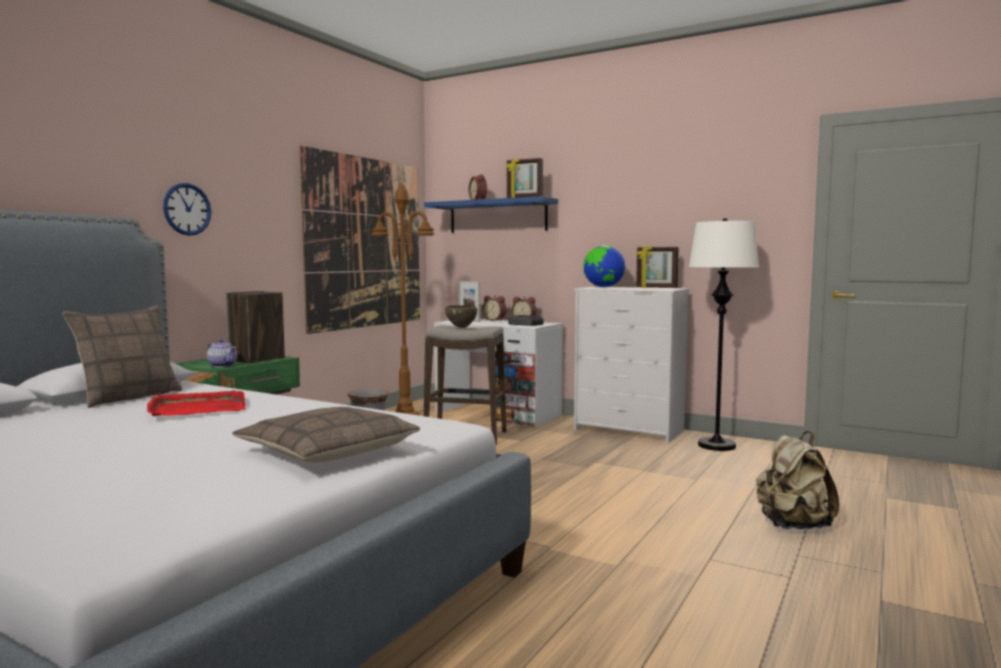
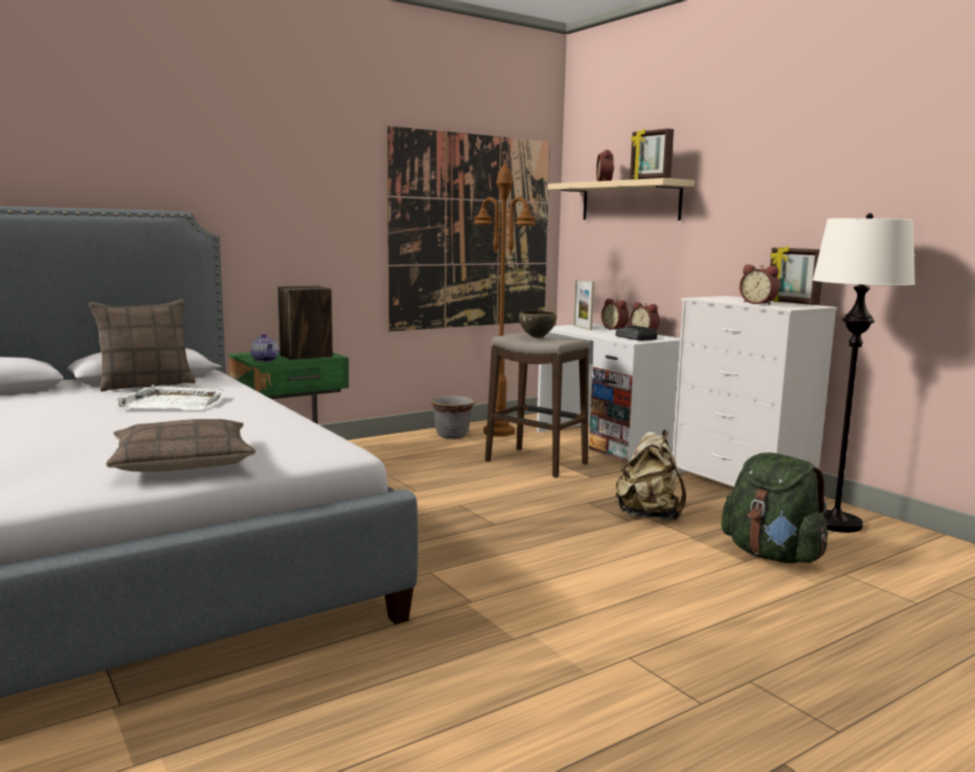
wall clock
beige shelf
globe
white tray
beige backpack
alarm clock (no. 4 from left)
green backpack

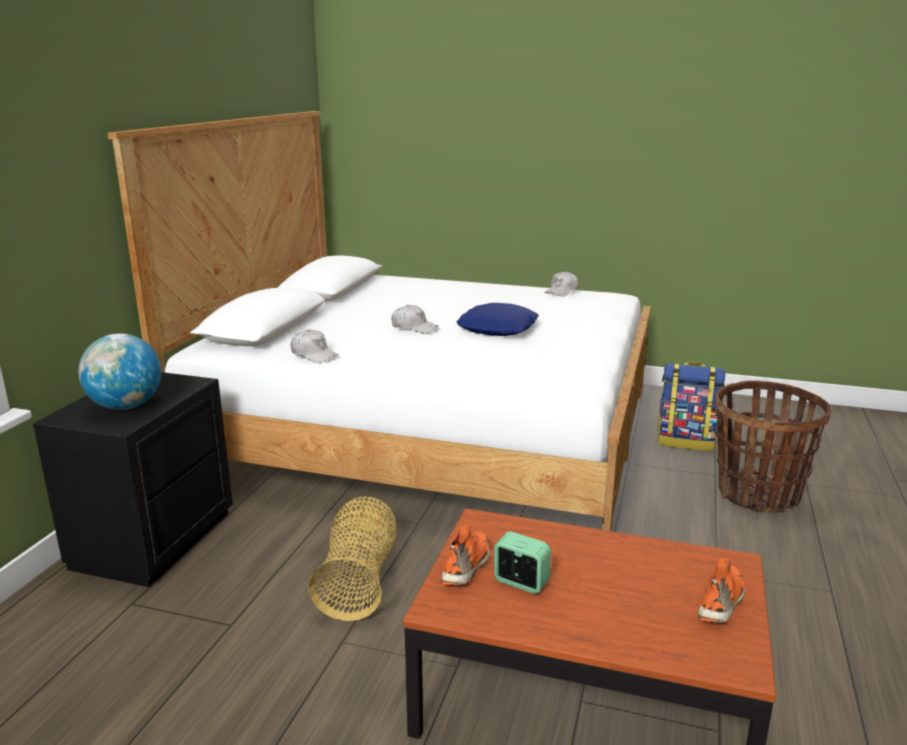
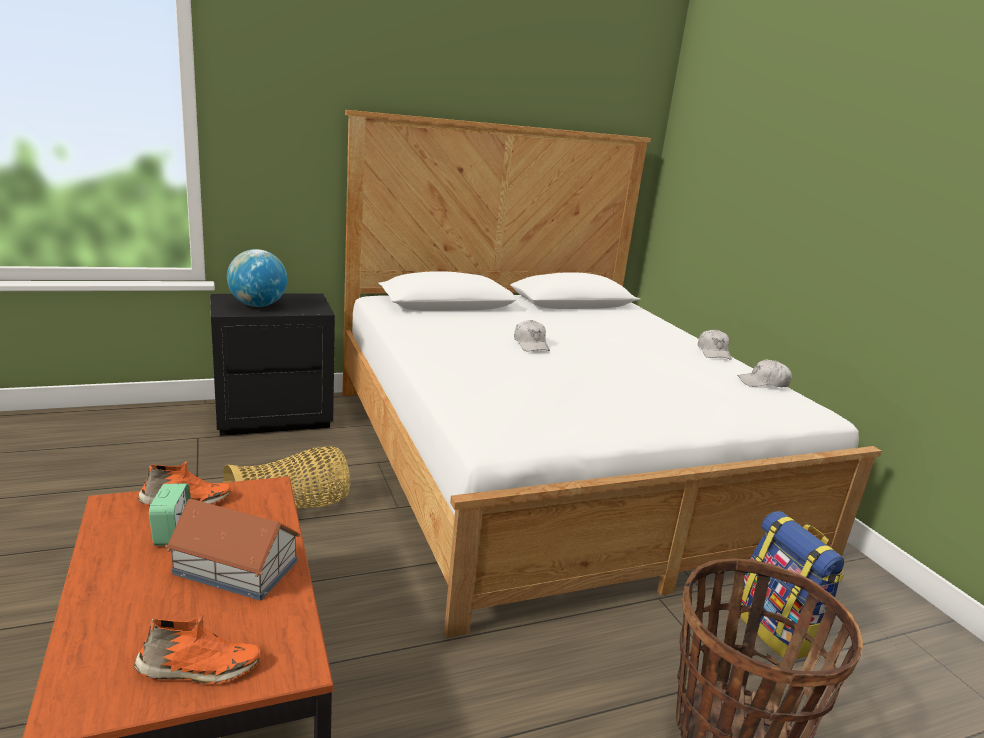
blue pillow
white cap (no. 2 from left)
toy house

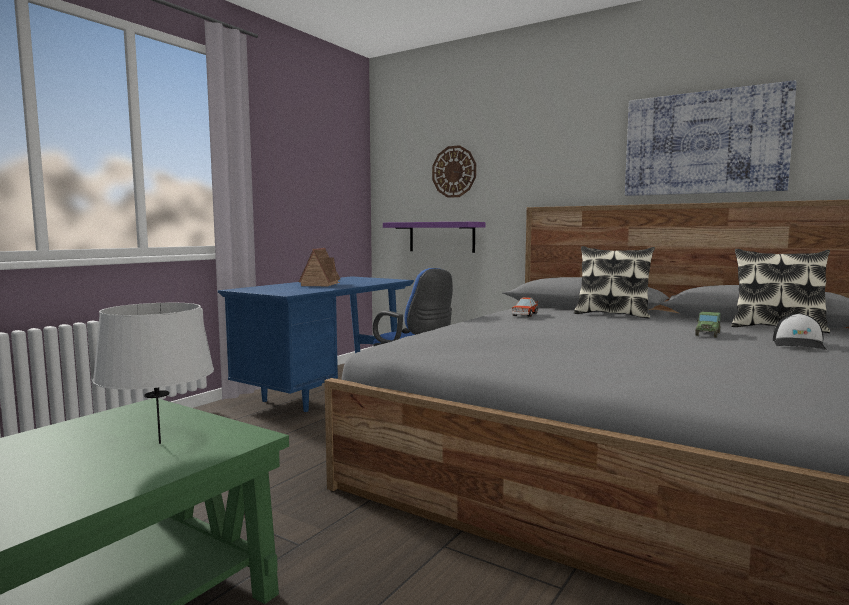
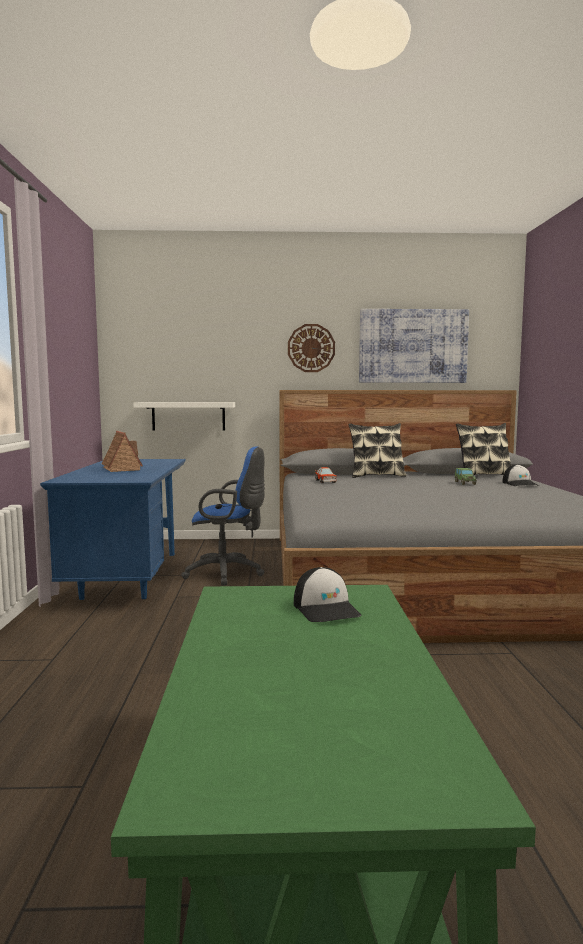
wall clock
white shelf
cap (no. 1 from left)

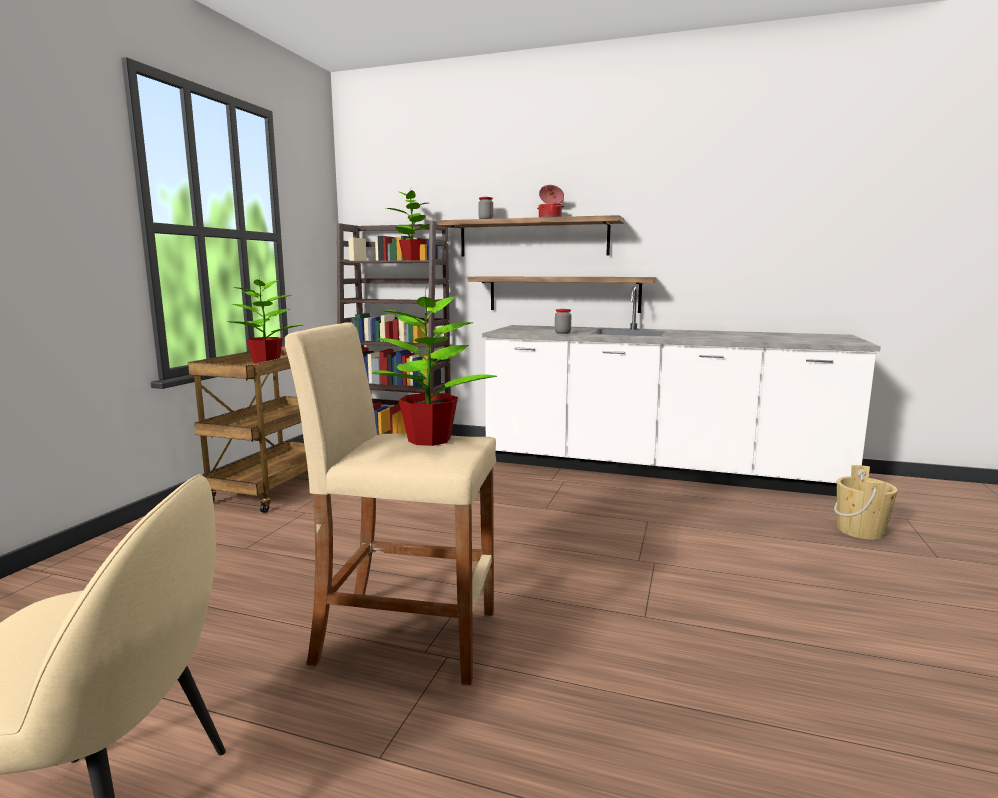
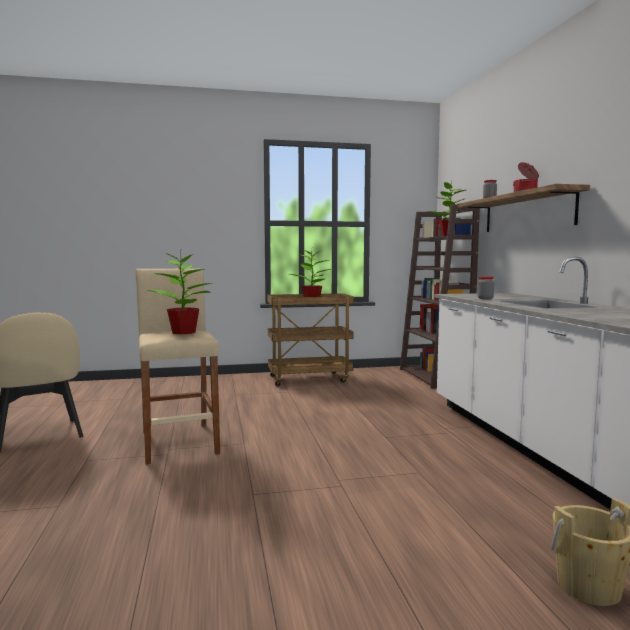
shelf (no. 2 from left in the first image)

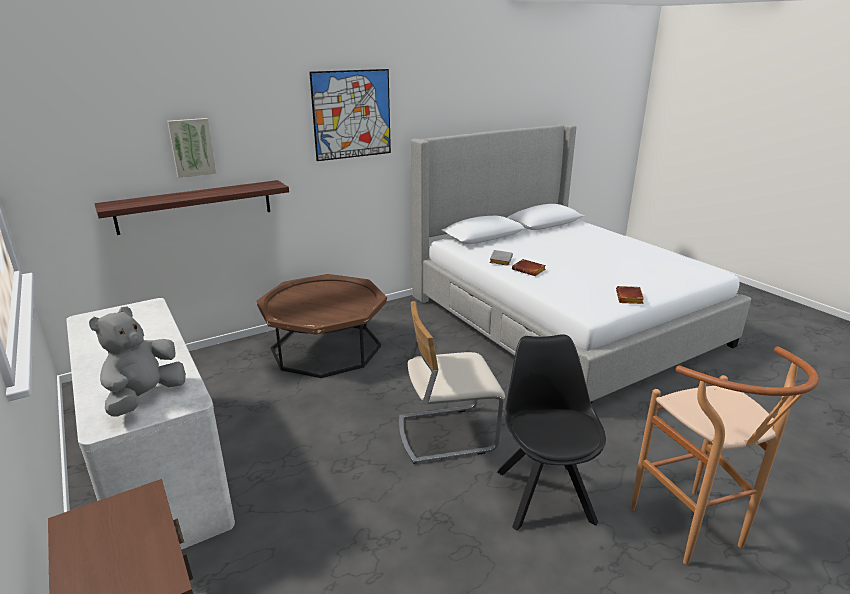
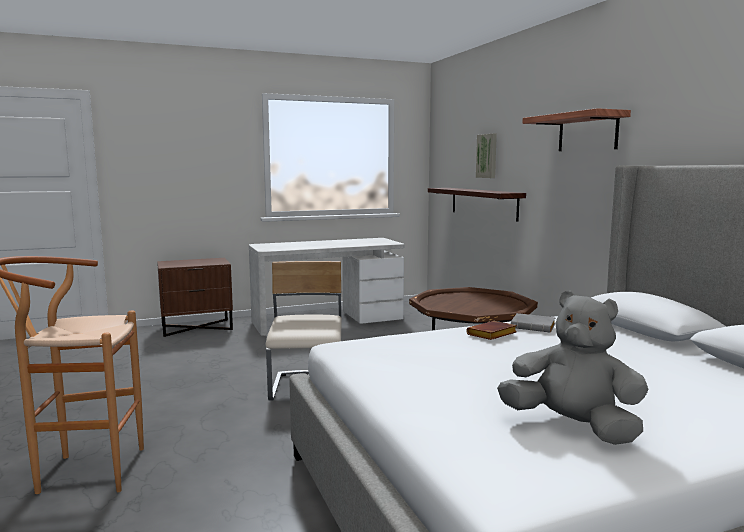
shelf (no. 2 from left)
brown book (no. 2 from left in the first image)
grey plush toy
black chair

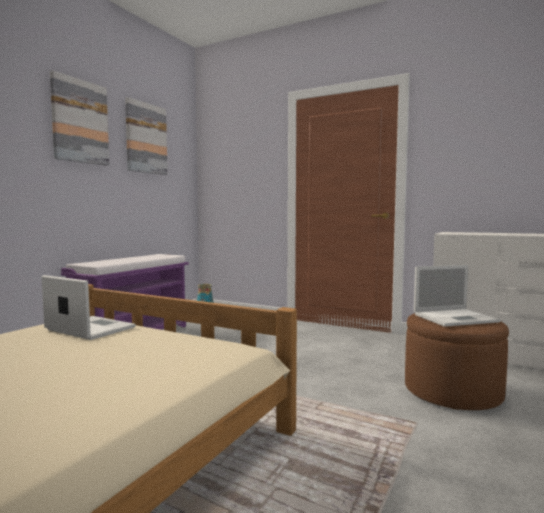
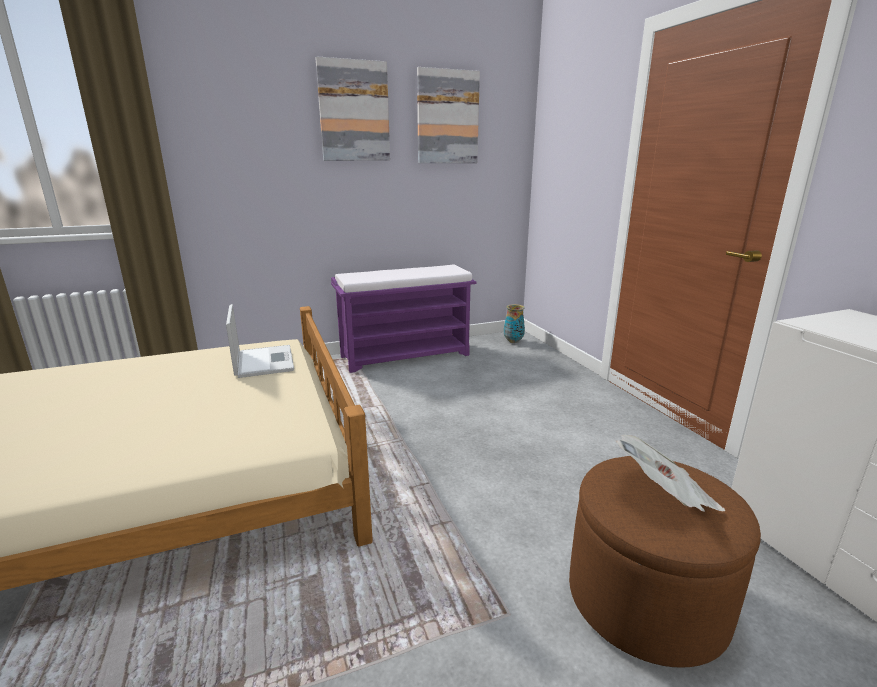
newspaper

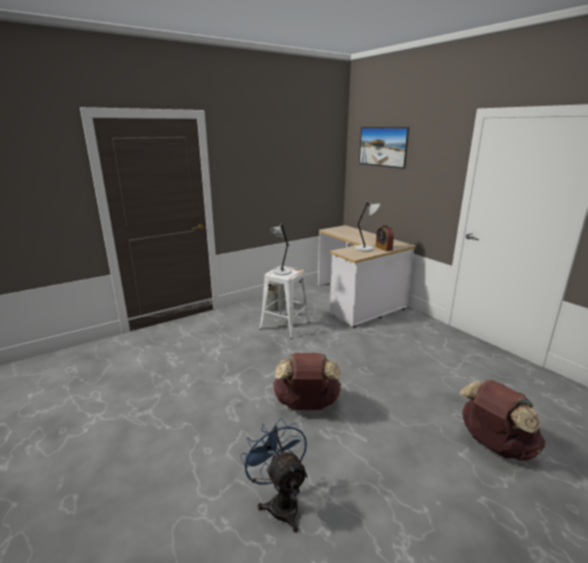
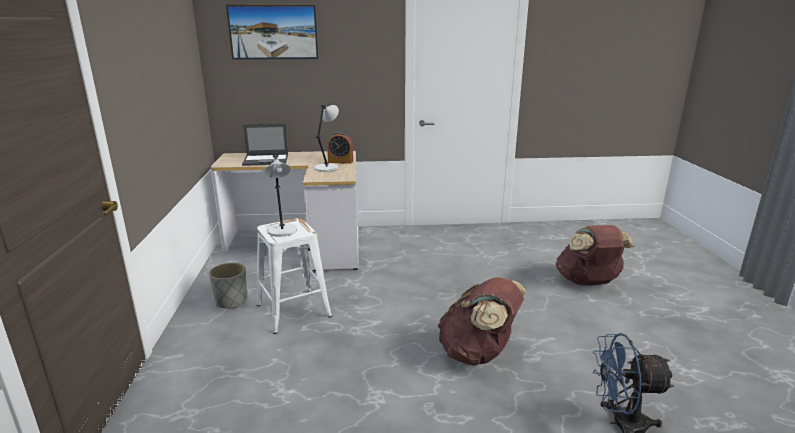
laptop

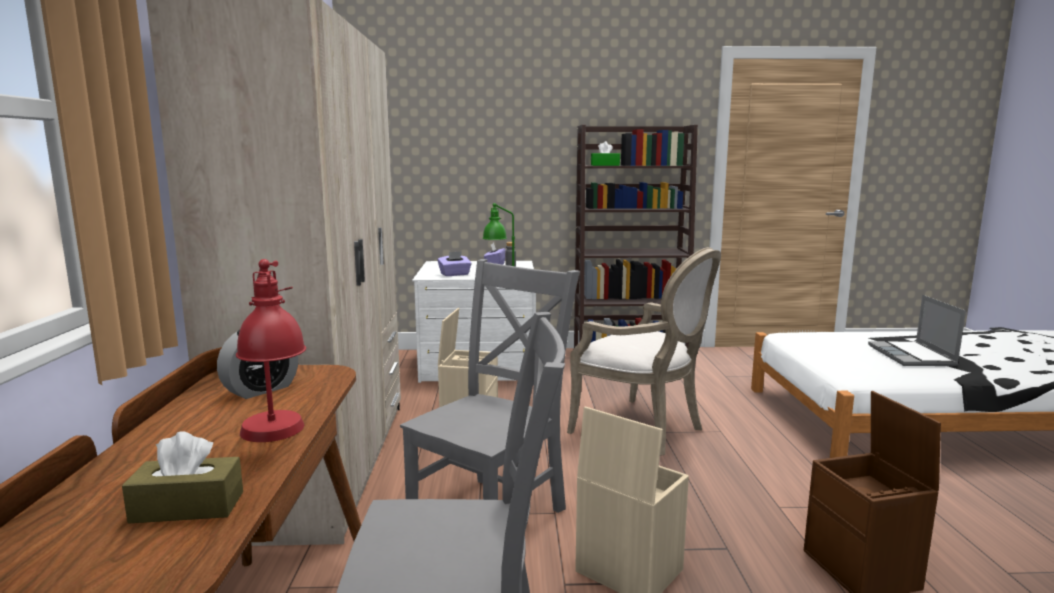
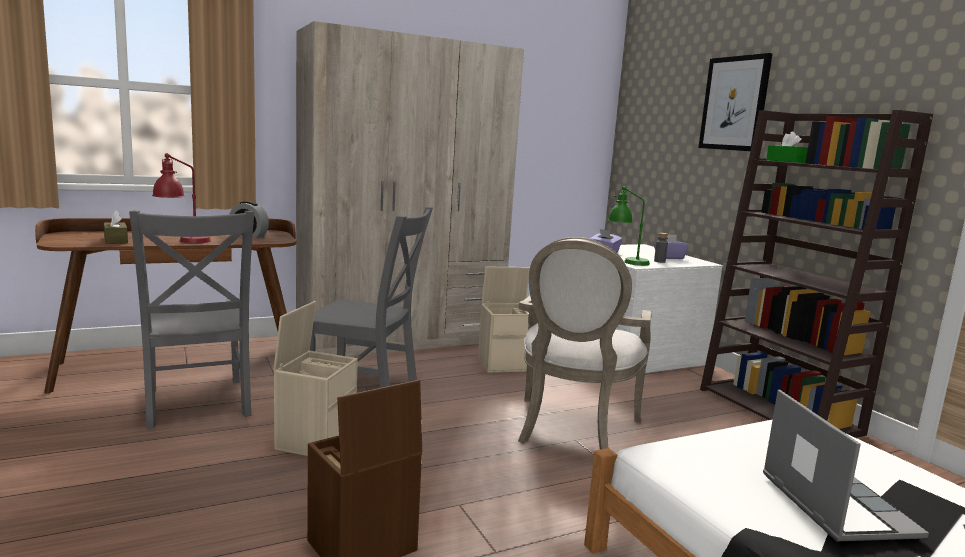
laptop
picture

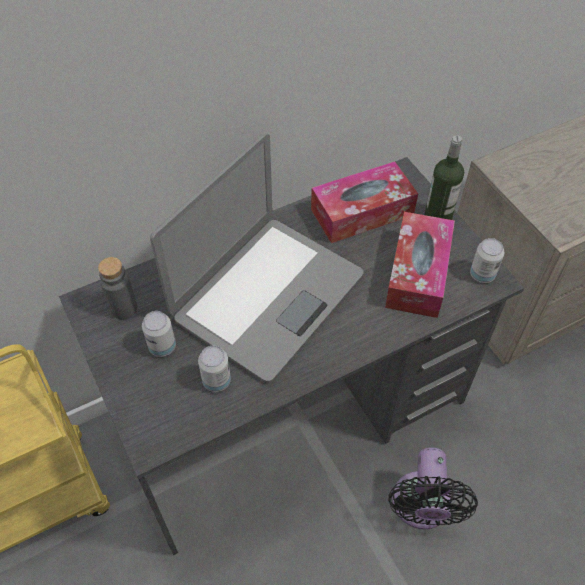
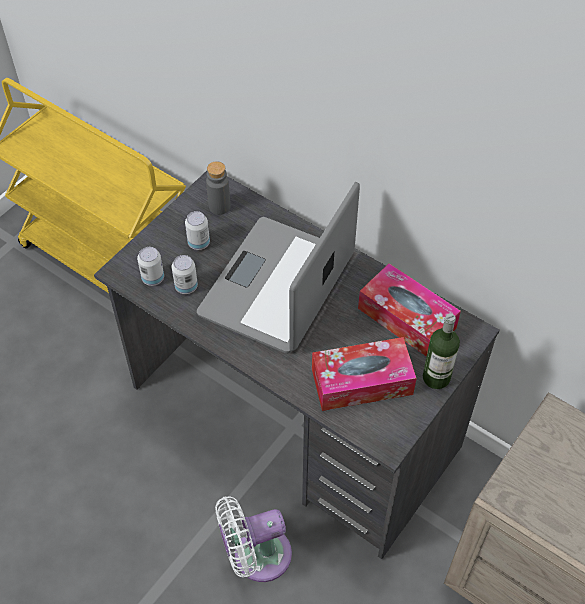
laptop
can (no. 1 from left)
white fan

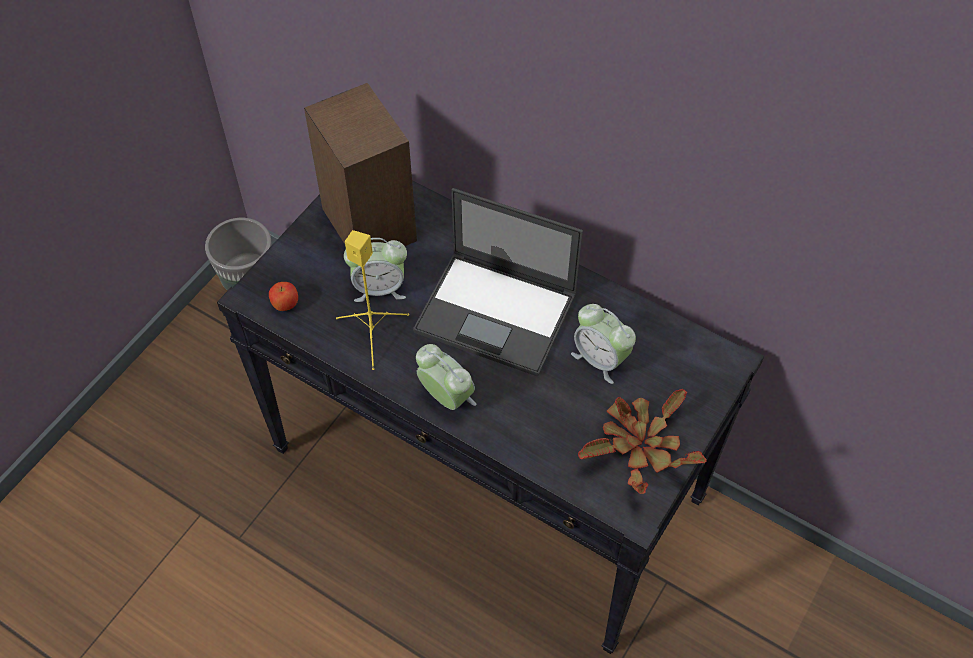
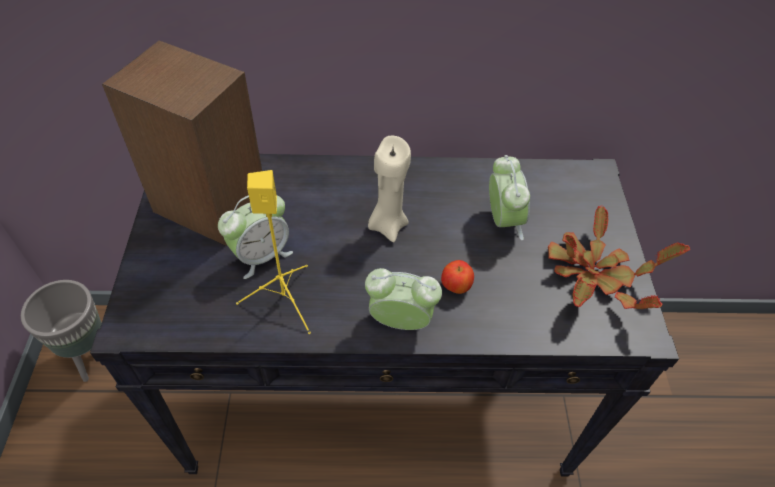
beige candle
apple
alarm clock (no. 3 from left)

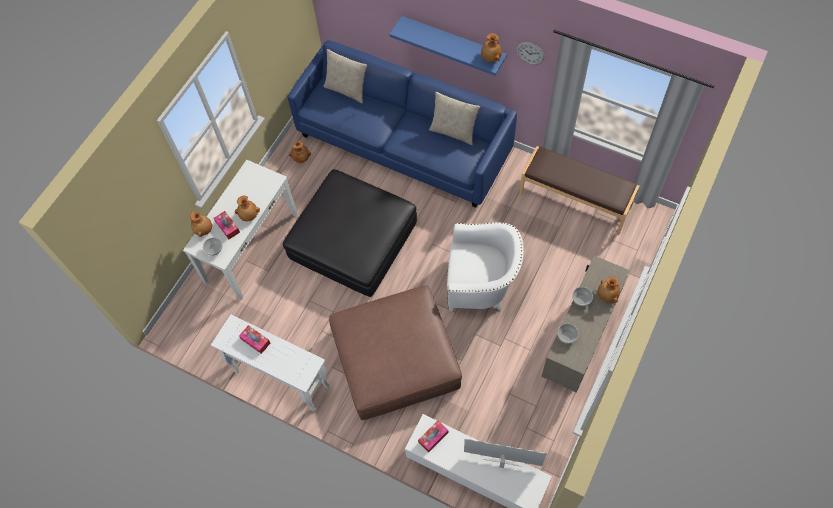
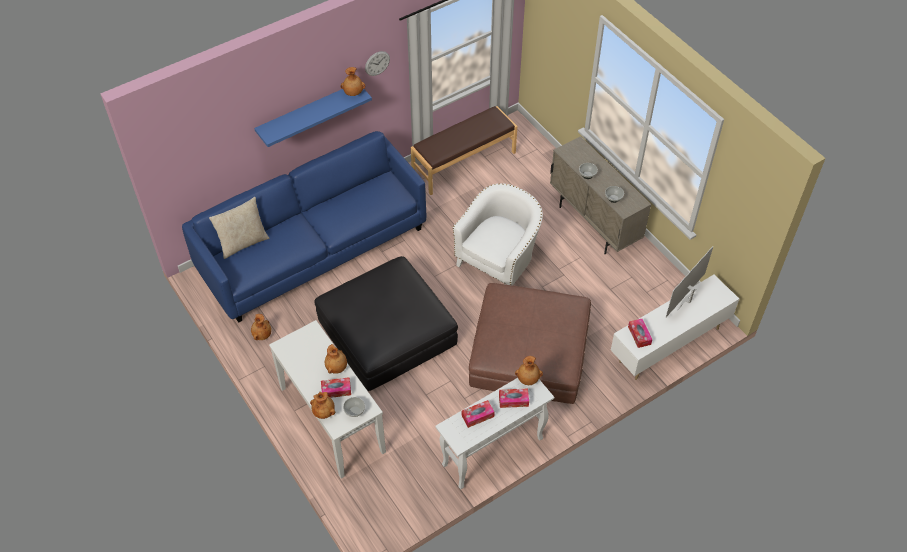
beige pillow (no. 2 from left in the first image)
brown vase (no. 5 from left)
tissue box (no. 3 from left)

